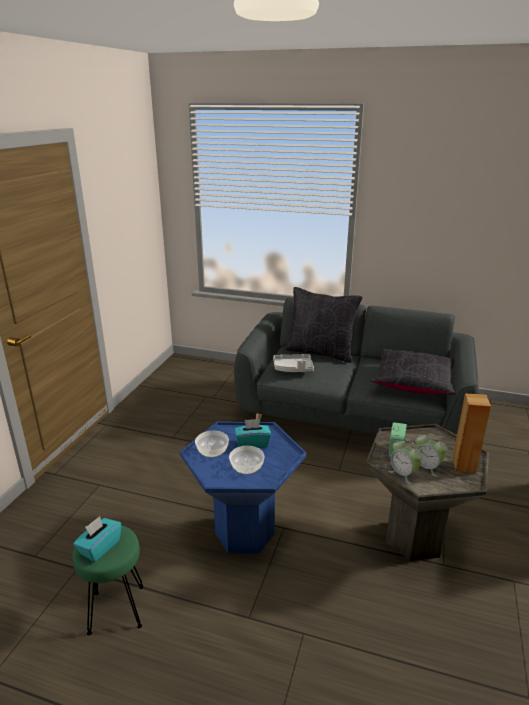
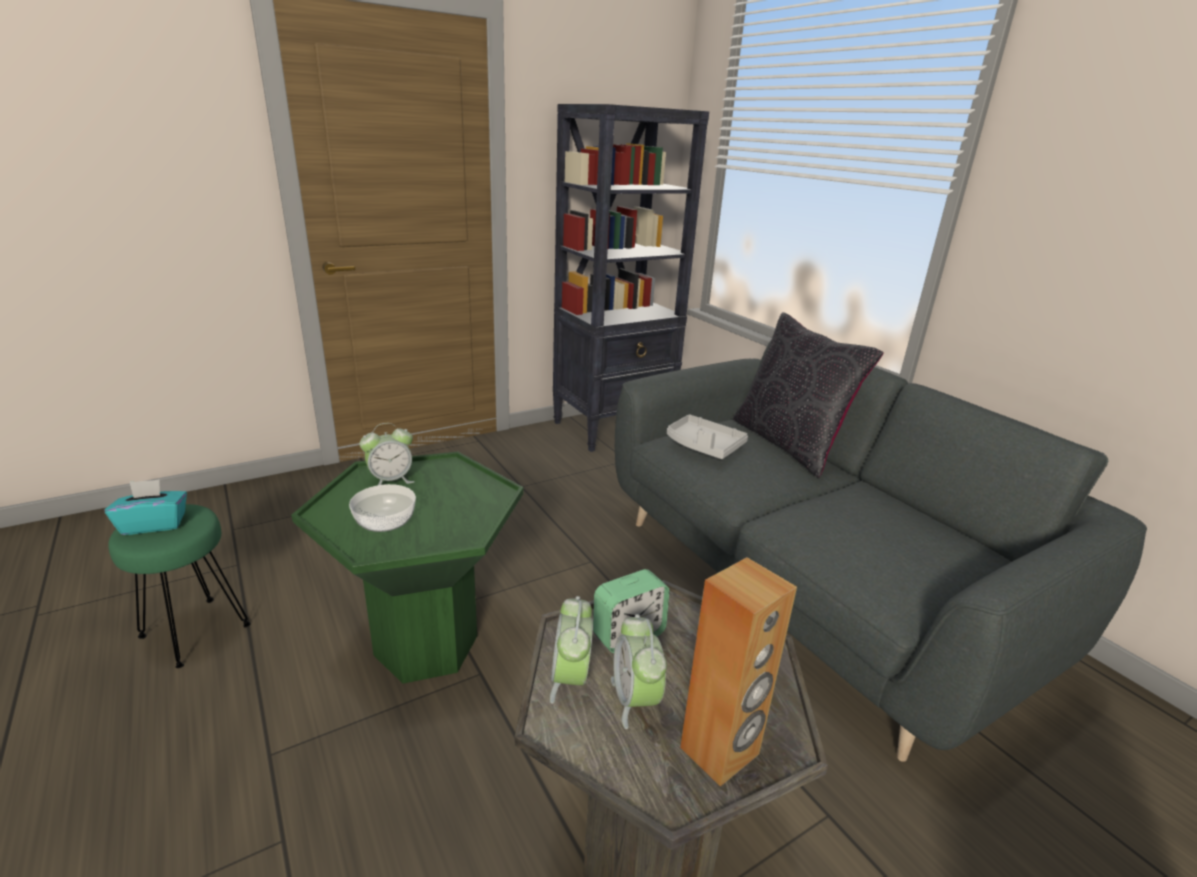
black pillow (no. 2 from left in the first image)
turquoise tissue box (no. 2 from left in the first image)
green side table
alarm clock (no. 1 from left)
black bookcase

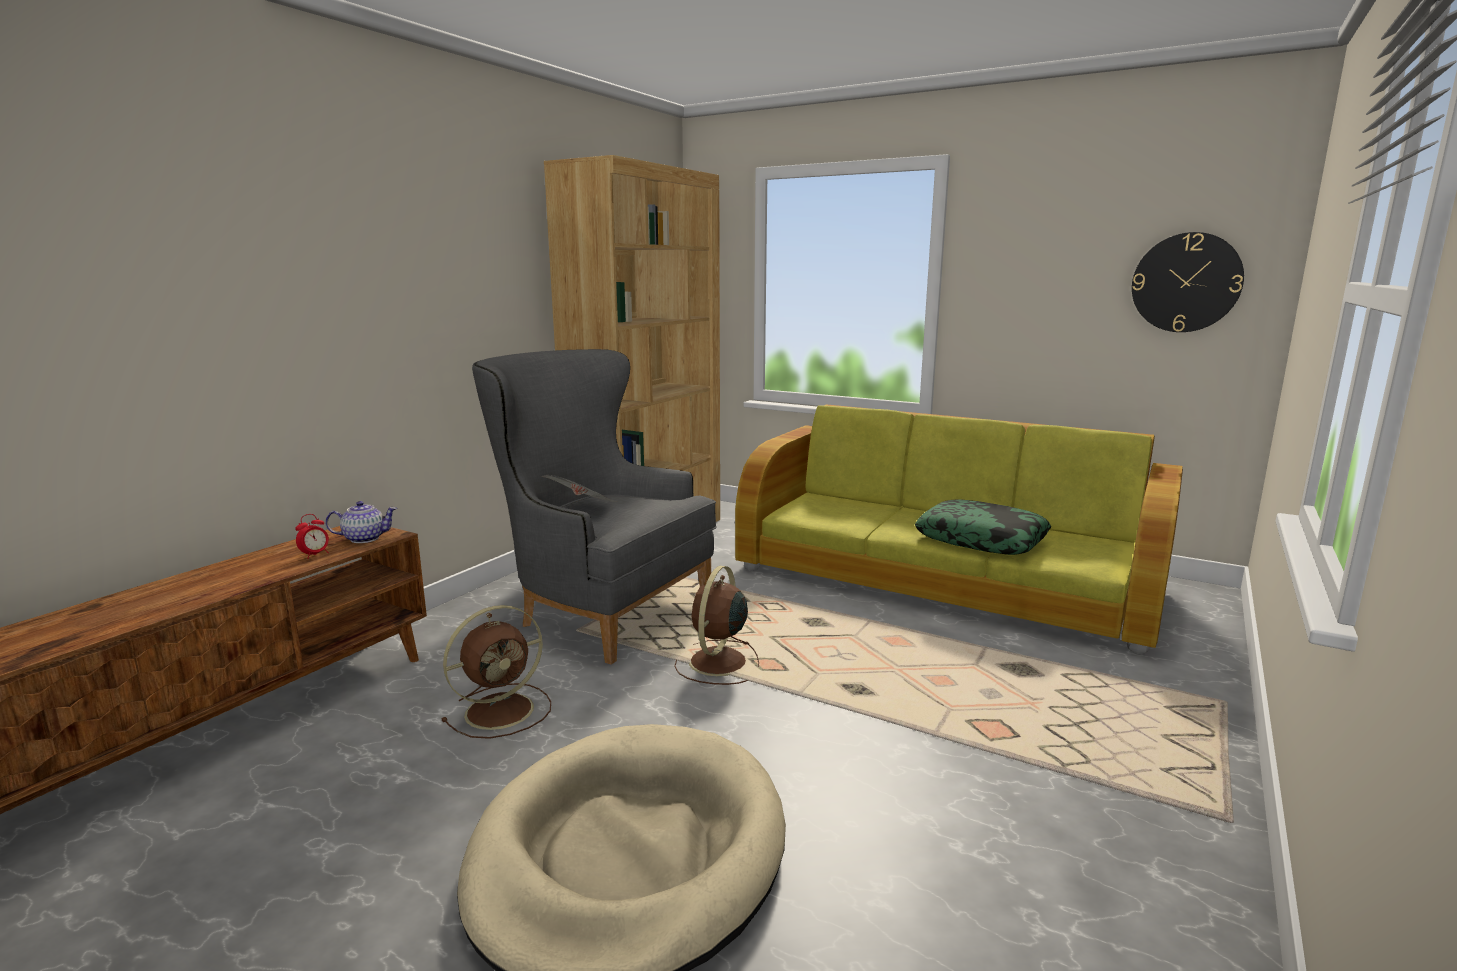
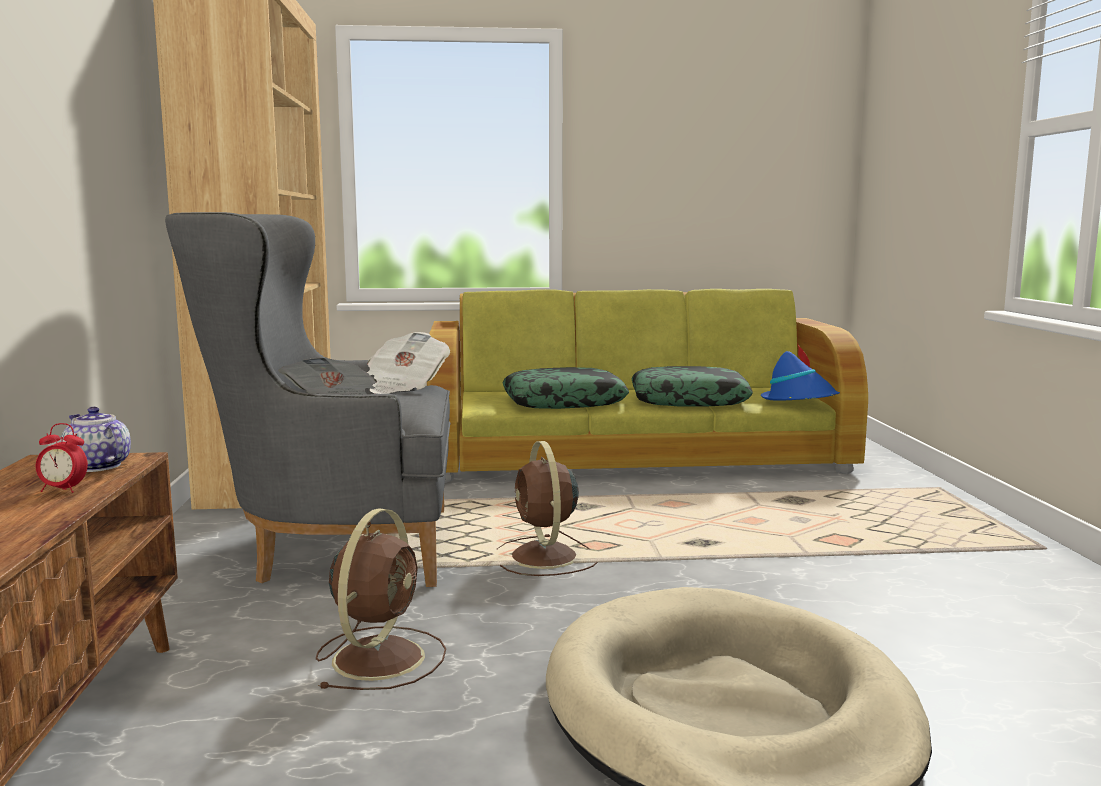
wall clock
teapot
alarm clock
newspaper (no. 2 from left)
blue hat
pillow (no. 1 from left)

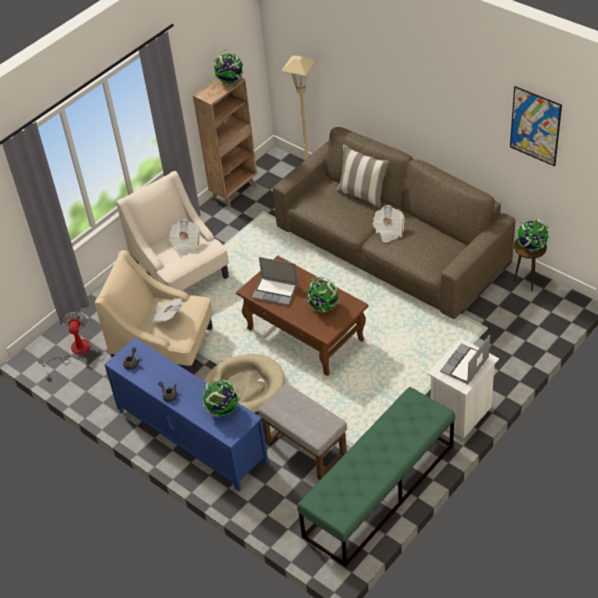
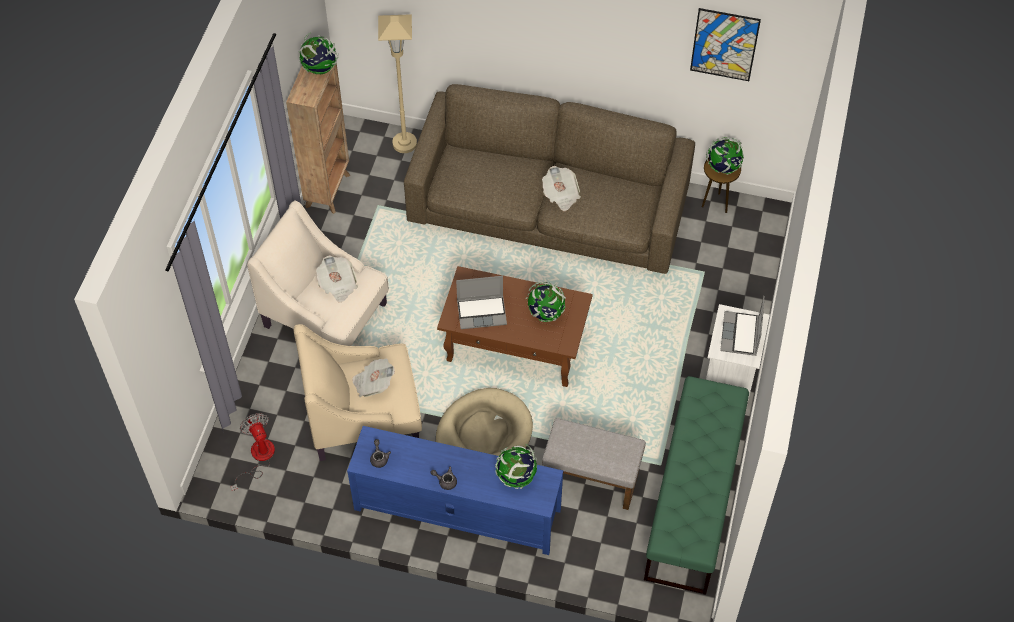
pillow

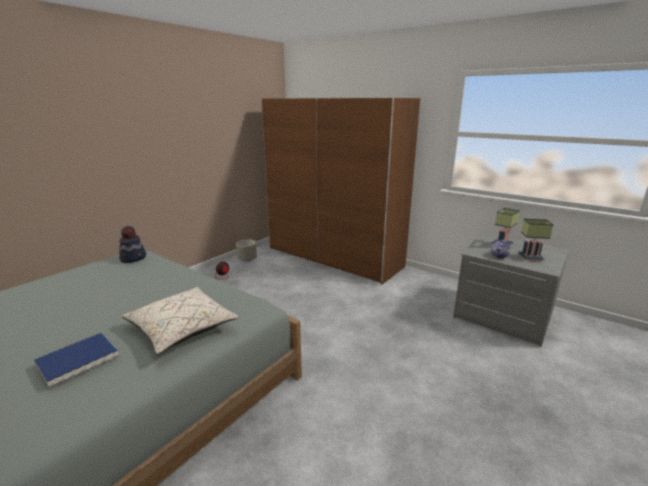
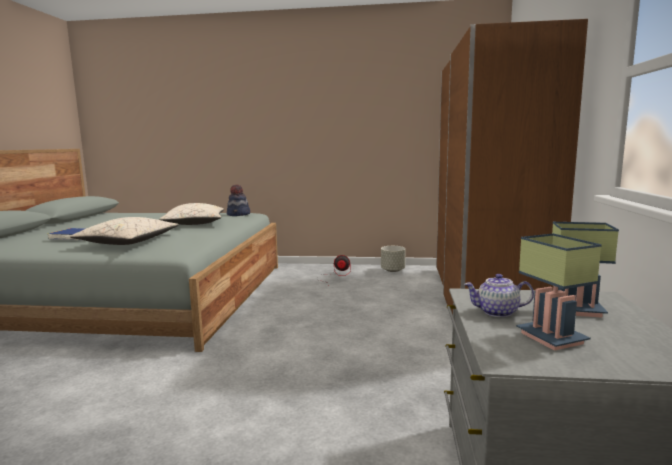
beige pillow (no. 2 from left)

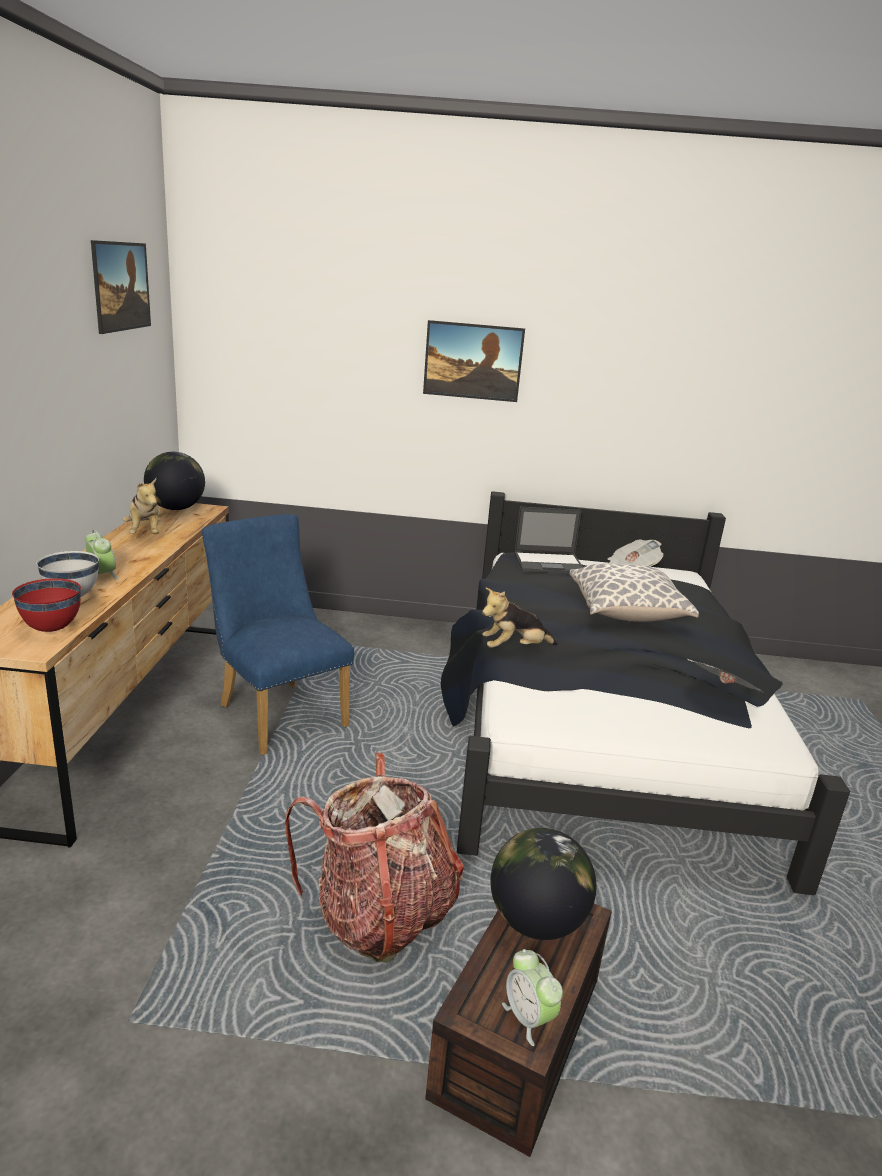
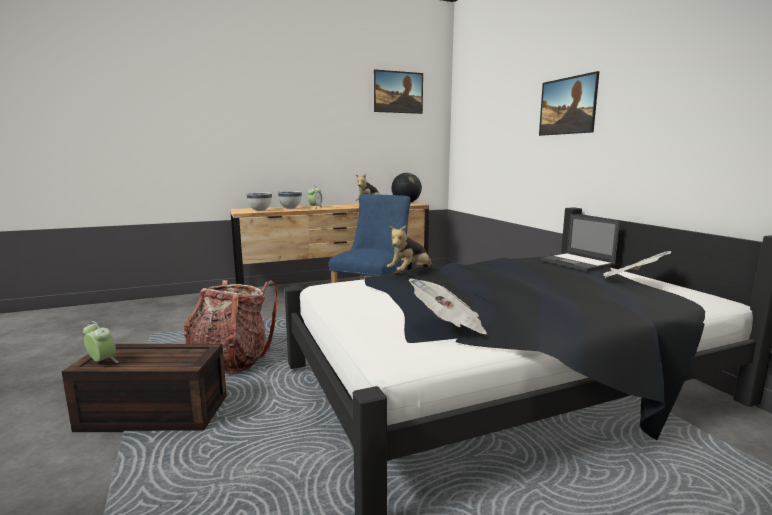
pillow
white bowl (no. 1 from left)
plush toy (no. 2 from left)
globe (no. 2 from left in the first image)
alarm clock (no. 1 from left)

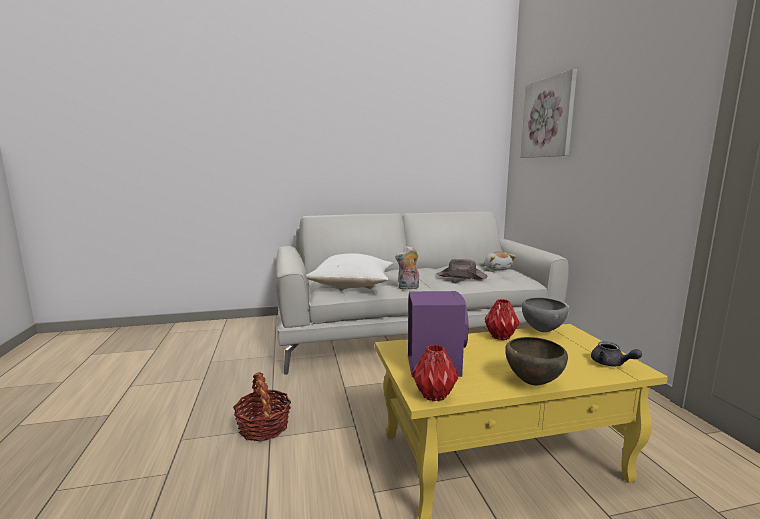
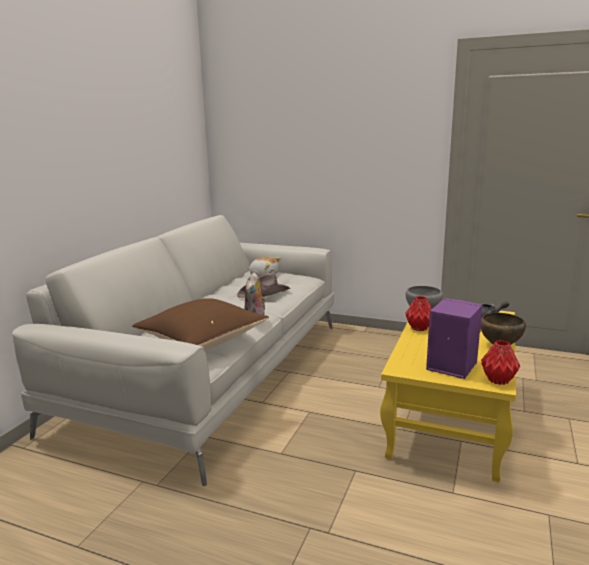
picture
brown pillow
basket

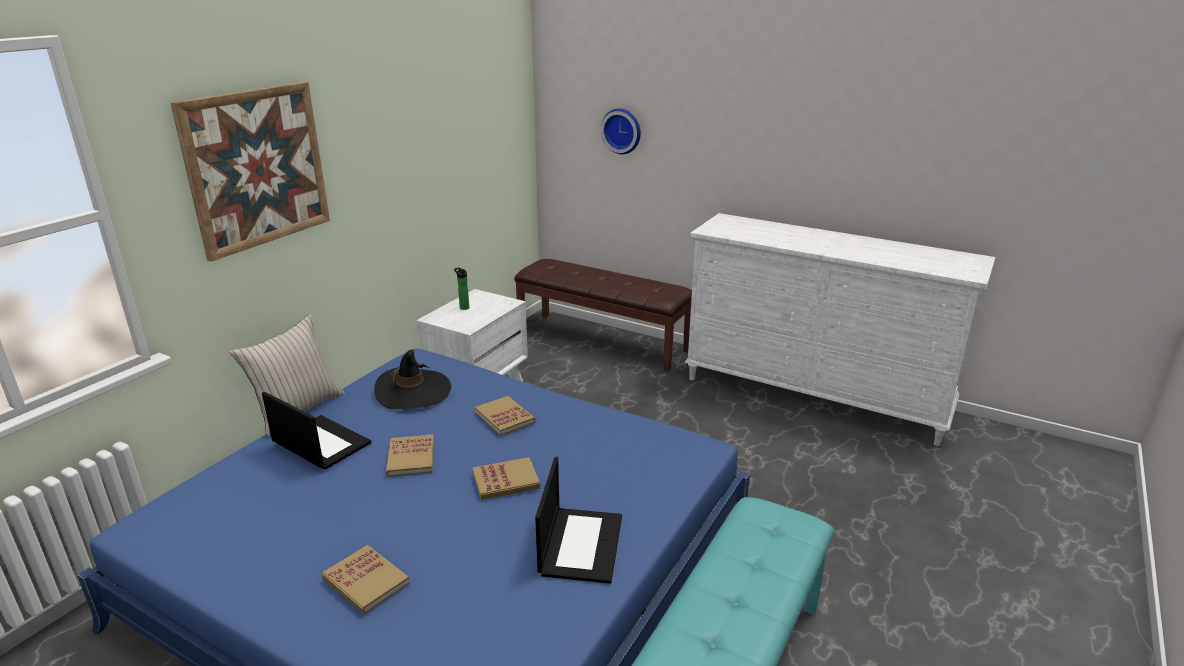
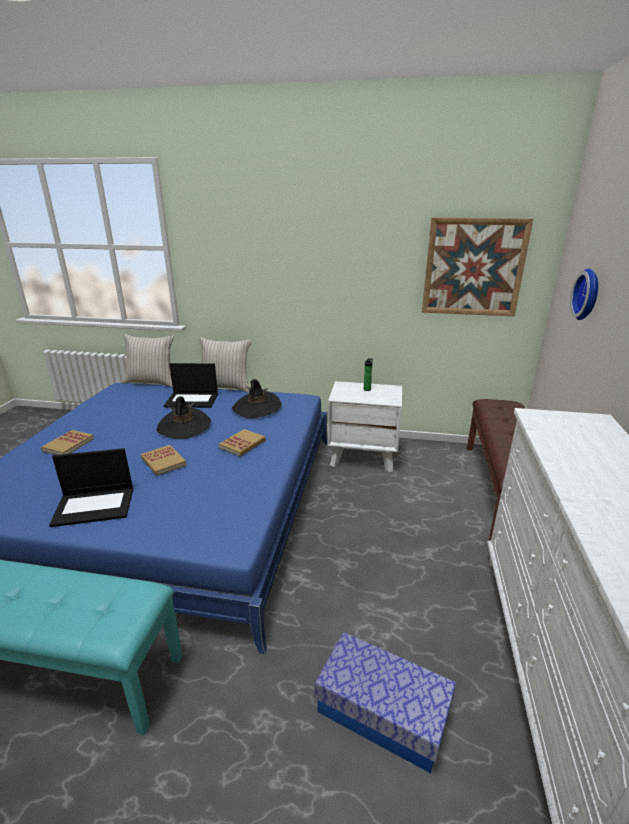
picture
laptop (no. 2 from left)
black hat (no. 1 from left)
beige pillow (no. 1 from left)
storage box

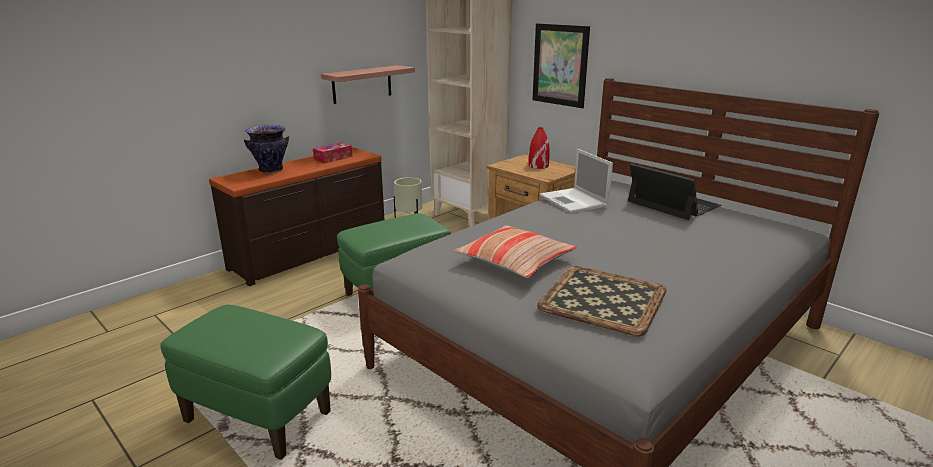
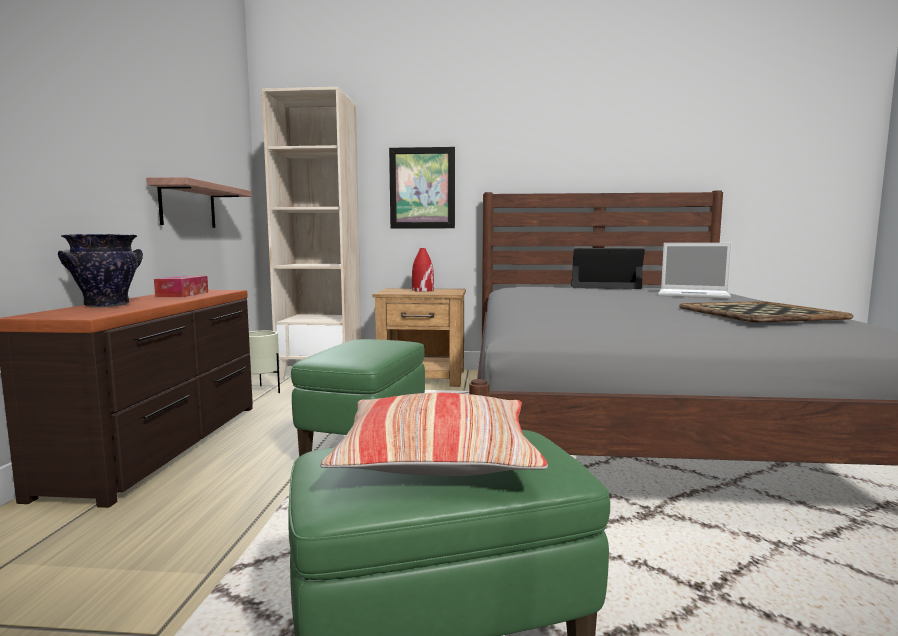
laptop (no. 2 from left)
pillow

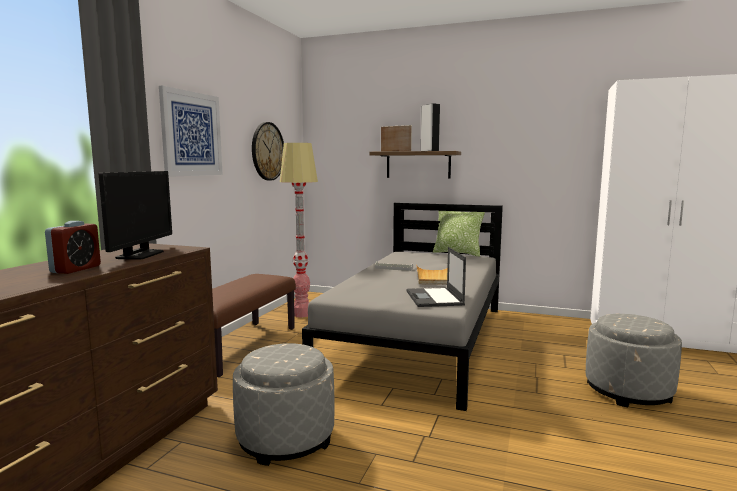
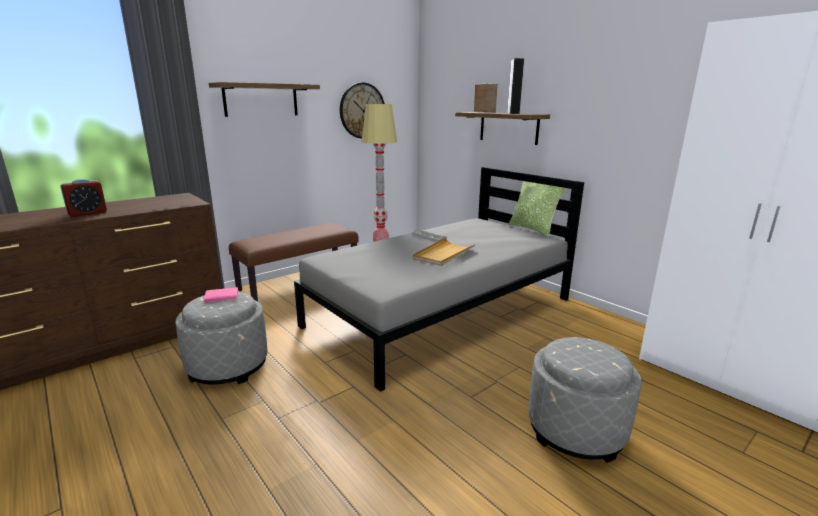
shelf (no. 1 from left)
monitor
laptop
pink book

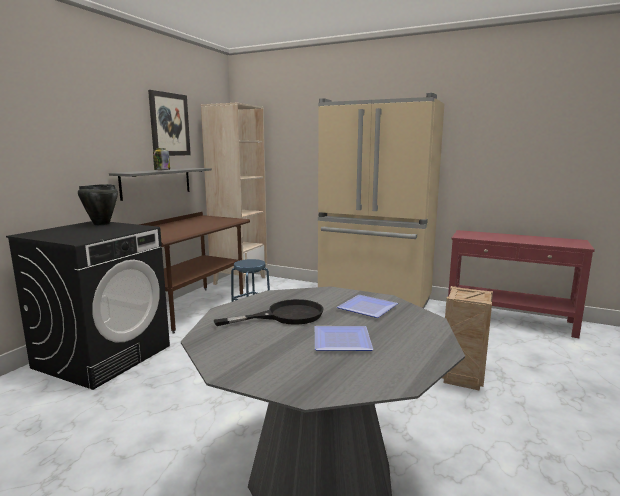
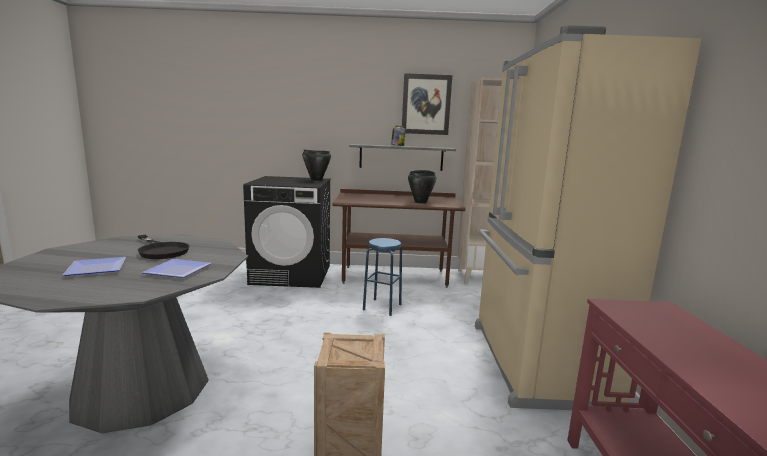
black cooking pot (no. 2 from left)

